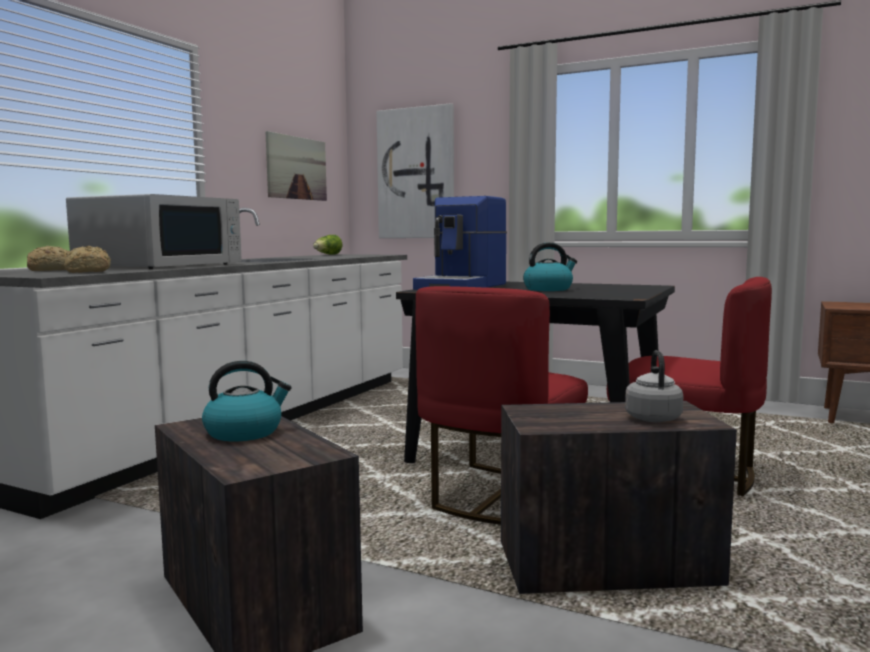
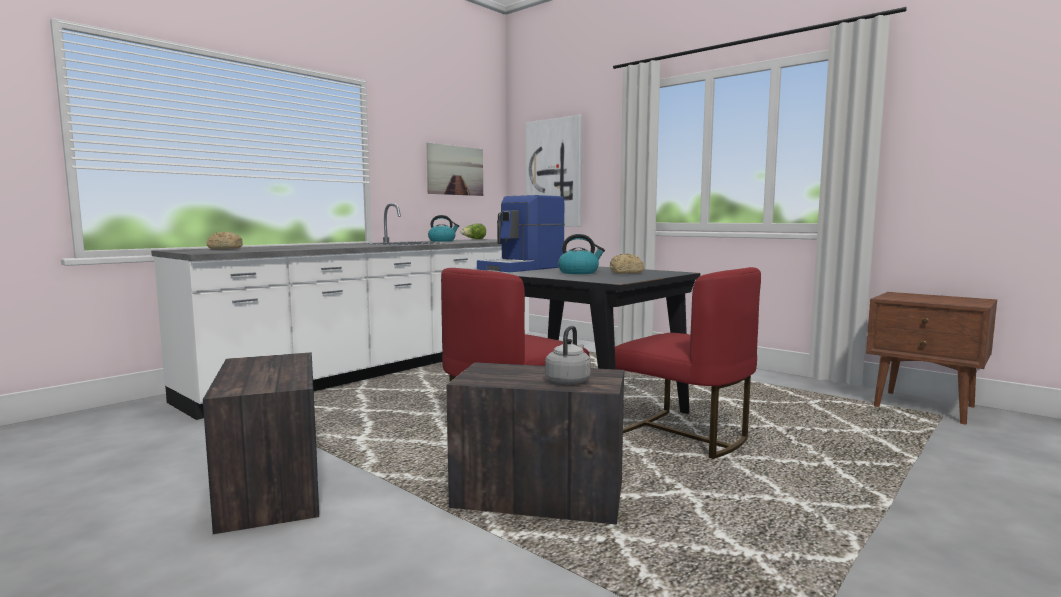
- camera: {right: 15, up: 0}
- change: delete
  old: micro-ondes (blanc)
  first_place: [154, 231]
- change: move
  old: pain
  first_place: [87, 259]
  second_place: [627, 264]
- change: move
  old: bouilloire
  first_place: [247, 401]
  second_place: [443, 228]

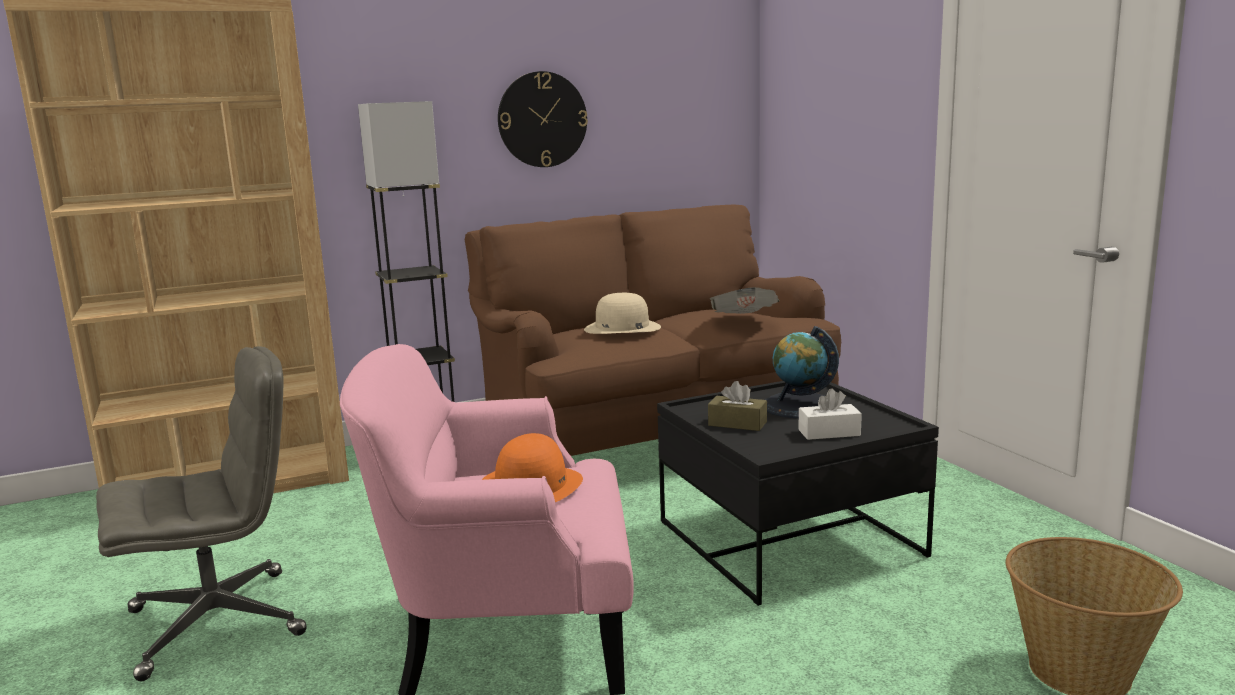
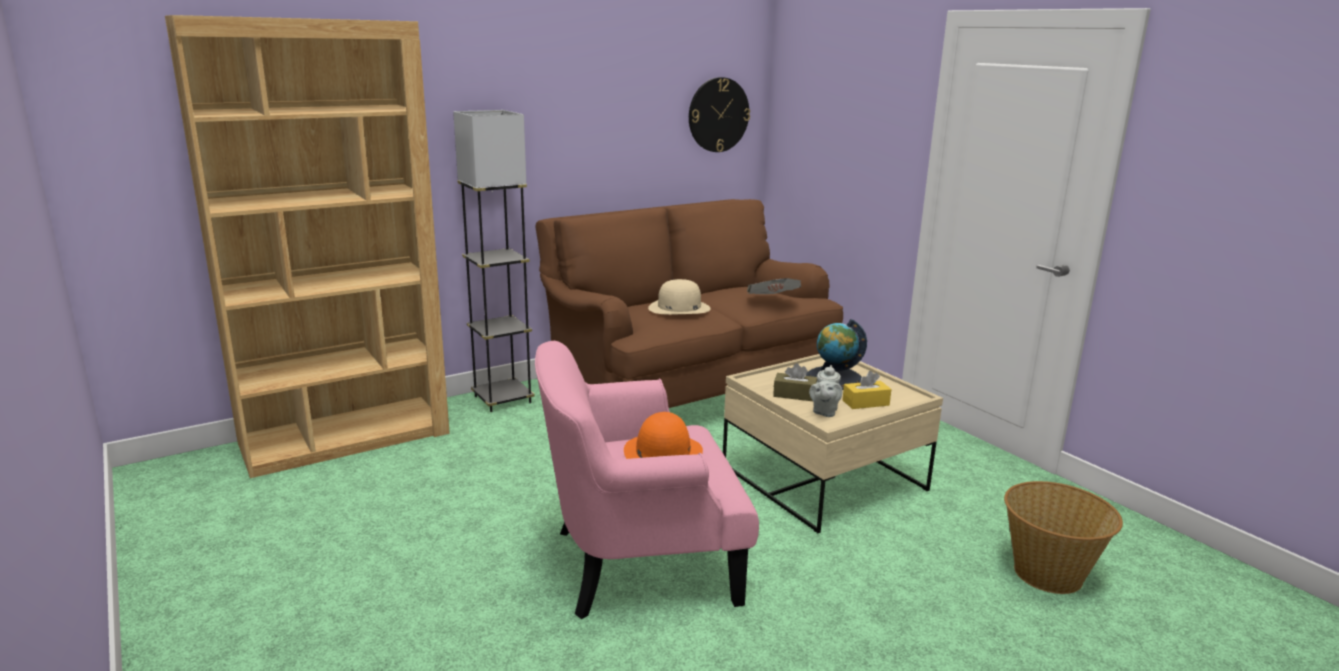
- camera: {right: -10, up: 5}
- change: move
  old: horloge murale
  first_place: [543, 119]
  second_place: [719, 114]
- change: delete
  old: chaise de bureau (gris)
  first_place: [201, 513]
- change: recolor
  old: table basse (noir)
  new: table basse (beige)
  first_place: [798, 493]
  second_place: [833, 443]
- change: recolor
  old: boîte à mouchoirs (blanc)
  new: boîte à mouchoirs (jaune)
  first_place: [830, 414]
  second_place: [866, 390]
- change: insert
  new: théière (gris)
  second_place: [826, 391]

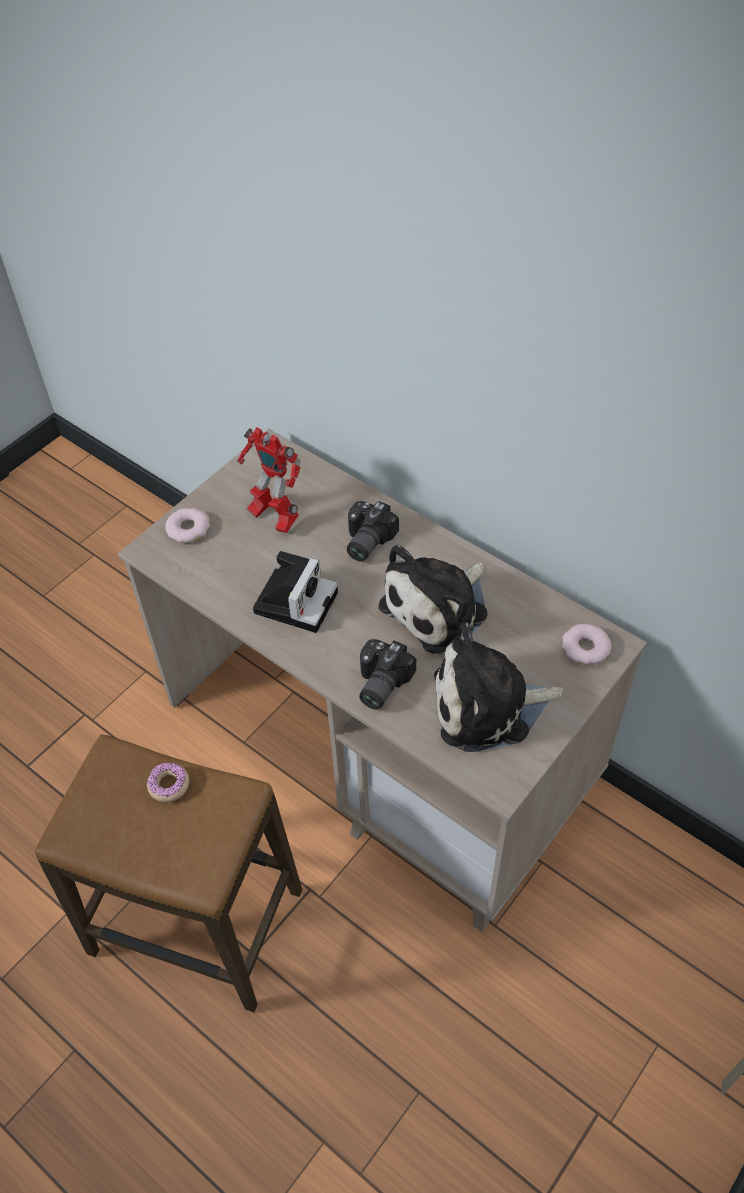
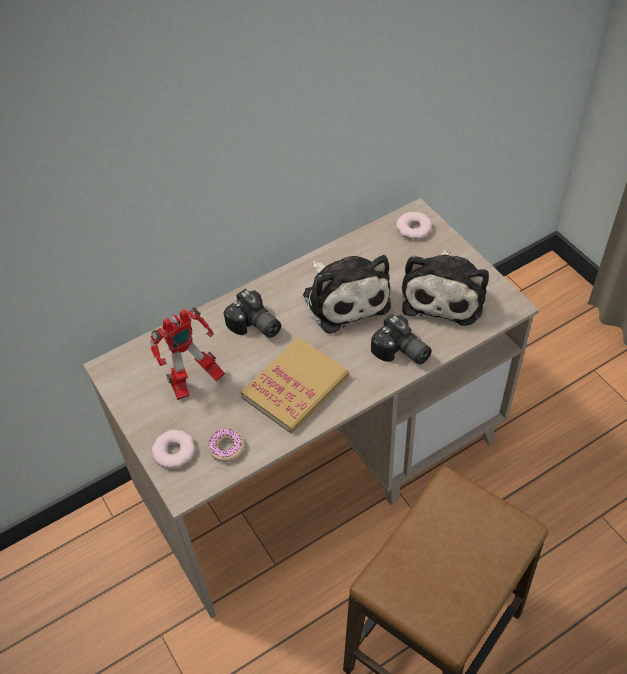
- camera: {right: -70, up: 0}
- change: replace
  old: appareil photo
  new: livre
  first_place: [295, 592]
  second_place: [295, 385]
- change: move
  old: beignet
  first_place: [168, 782]
  second_place: [226, 445]

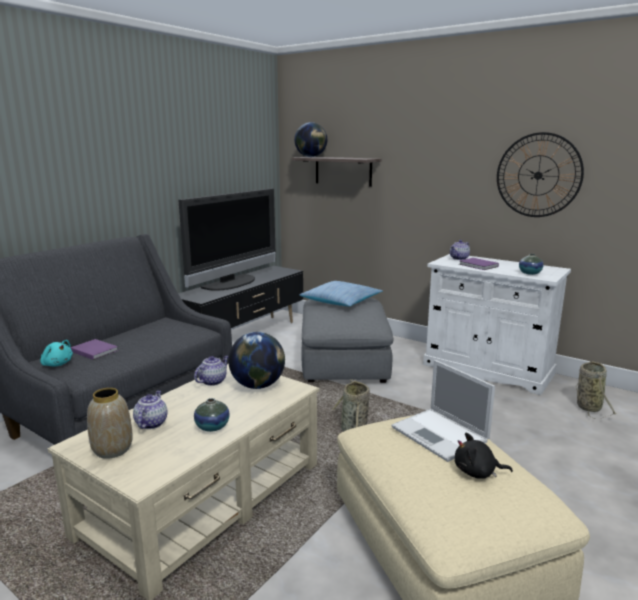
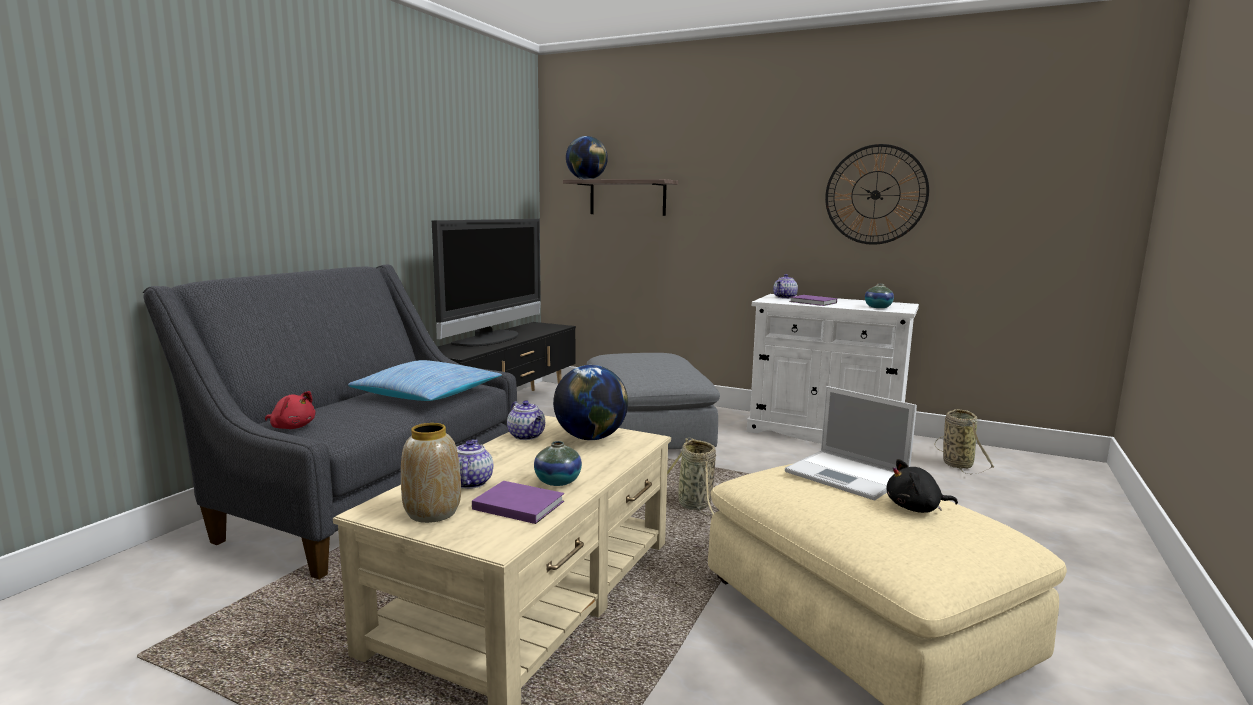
- camera: {right: -10, up: -5}
- change: move
  old: coussin
  first_place: [341, 293]
  second_place: [425, 380]
- change: move
  old: livre (violet)
  first_place: [94, 349]
  second_place: [518, 502]
- change: recolor
  old: peluche (turquoise)
  new: peluche (rouge)
  first_place: [56, 353]
  second_place: [290, 410]
- change: rotate
  old: théière
  first_place: [211, 370]
  second_place: [526, 420]
  degrees: 120

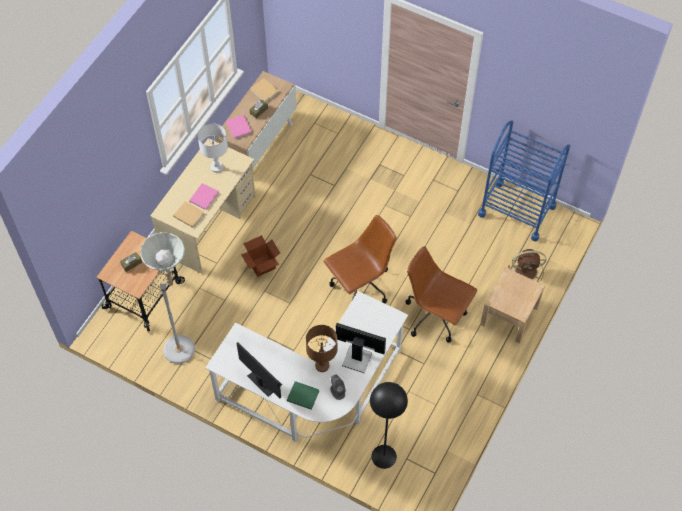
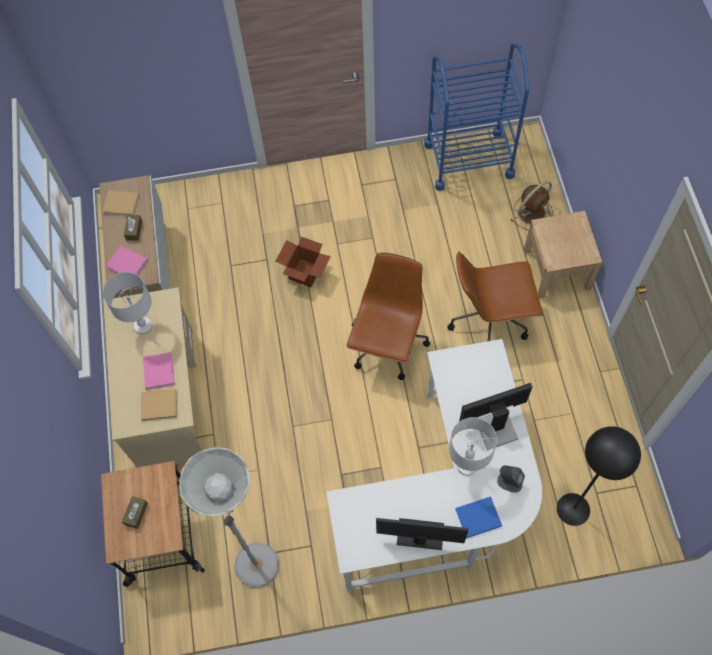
- camera: {right: -35, up: 5}
- change: move
  old: carton
  first_place: [260, 256]
  second_place: [303, 262]
- change: recolor
  old: lampe de table (marron)
  new: lampe de table (blanc)
  first_place: [322, 348]
  second_place: [473, 446]
- change: recolor
  old: livre (vert)
  new: livre (bleu)
  first_place: [303, 395]
  second_place: [478, 517]

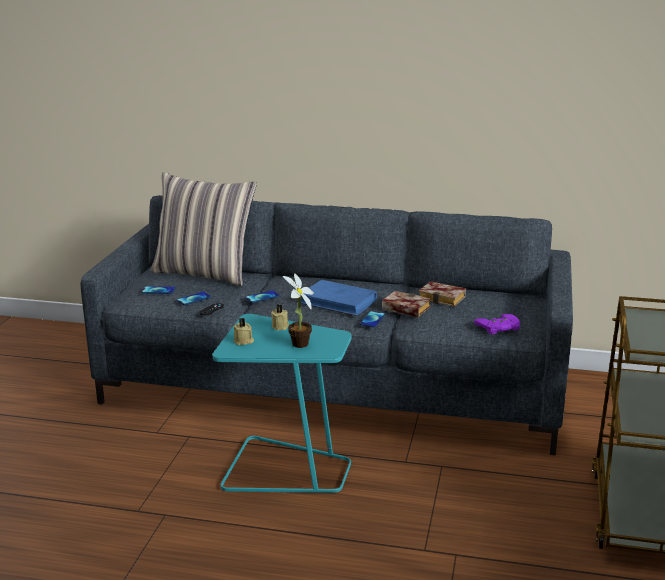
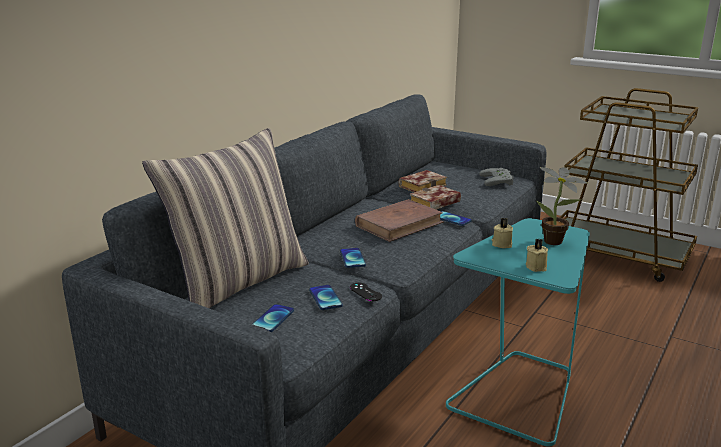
- camera: {right: -70, up: 0}
- change: recolor
  old: livre (bleu)
  new: livre (marron)
  first_place: [339, 298]
  second_place: [399, 220]
- change: recolor
  old: manette (violet)
  new: manette (gris)
  first_place: [497, 324]
  second_place: [496, 177]

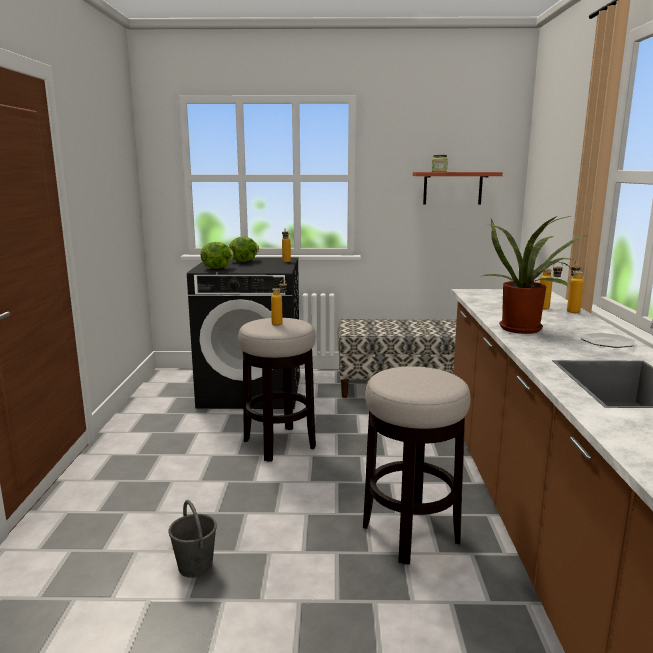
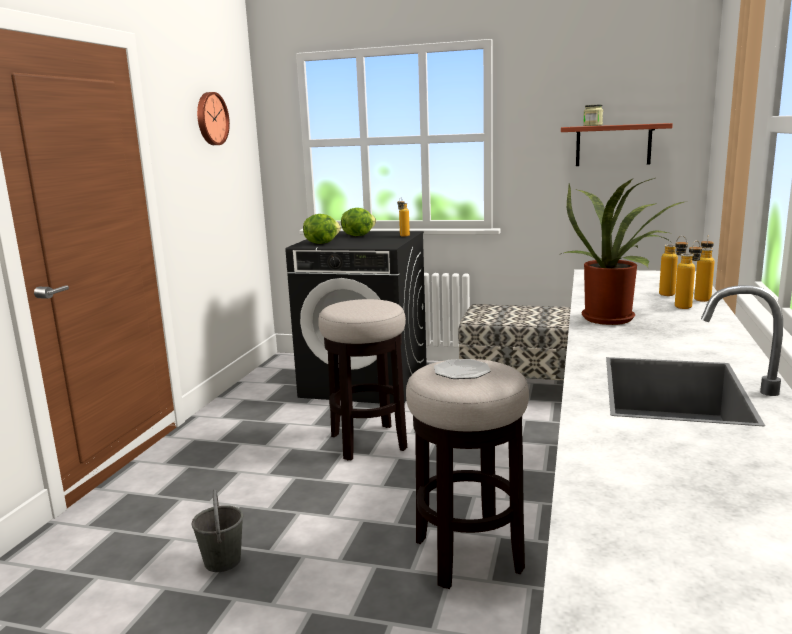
- camera: {right: 15, up: 0}
- change: move
  old: bouteille
  first_place: [279, 302]
  second_place: [688, 274]
- change: move
  old: assiette
  first_place: [608, 340]
  second_place: [462, 369]
- change: insert
  new: horloge murale
  second_place: [213, 118]

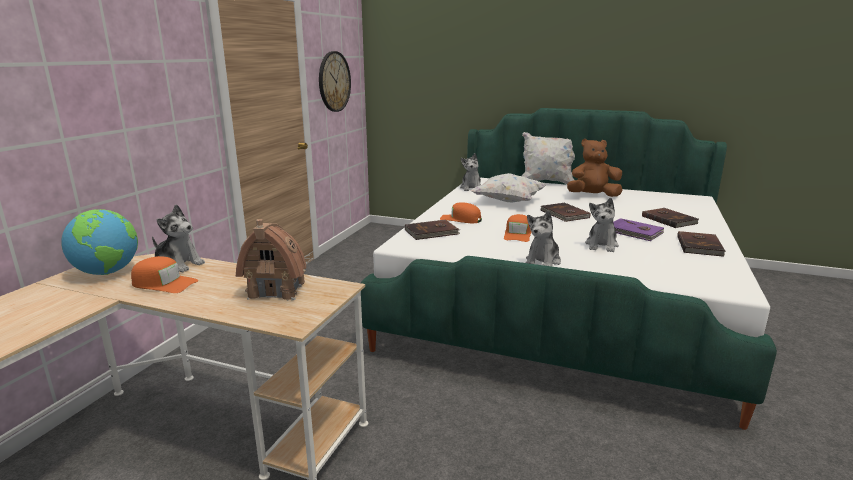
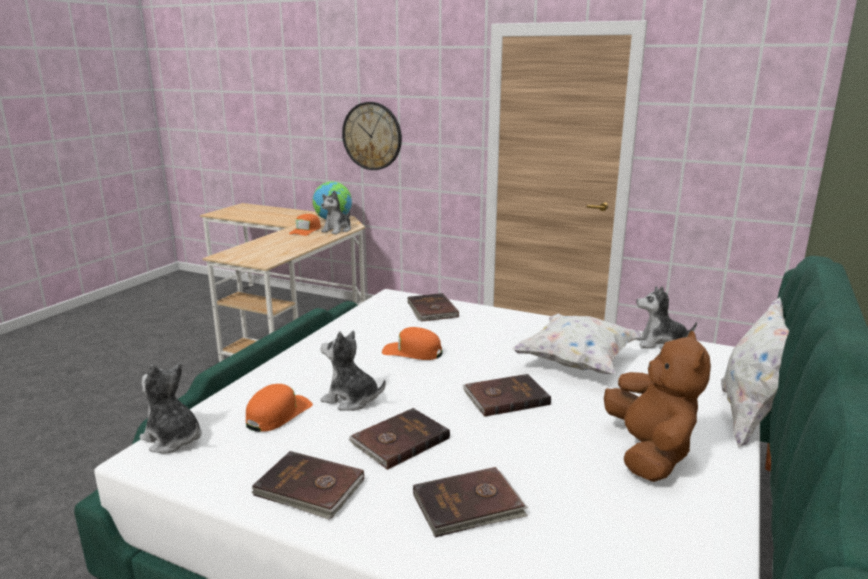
- camera: {right: 95, up: 0}
- change: move
  old: horloge murale
  first_place: [335, 81]
  second_place: [372, 136]
- change: move
  old: casquette (orange)
  first_place: [461, 212]
  second_place: [279, 408]
- change: move
  old: peluche
  first_place: [543, 238]
  second_place: [171, 408]
- change: recolor
  old: livre (violet)
  new: livre (marron)
  first_place: [638, 229]
  second_place: [399, 439]
- change: delete
  old: maison miniature
  first_place: [271, 260]

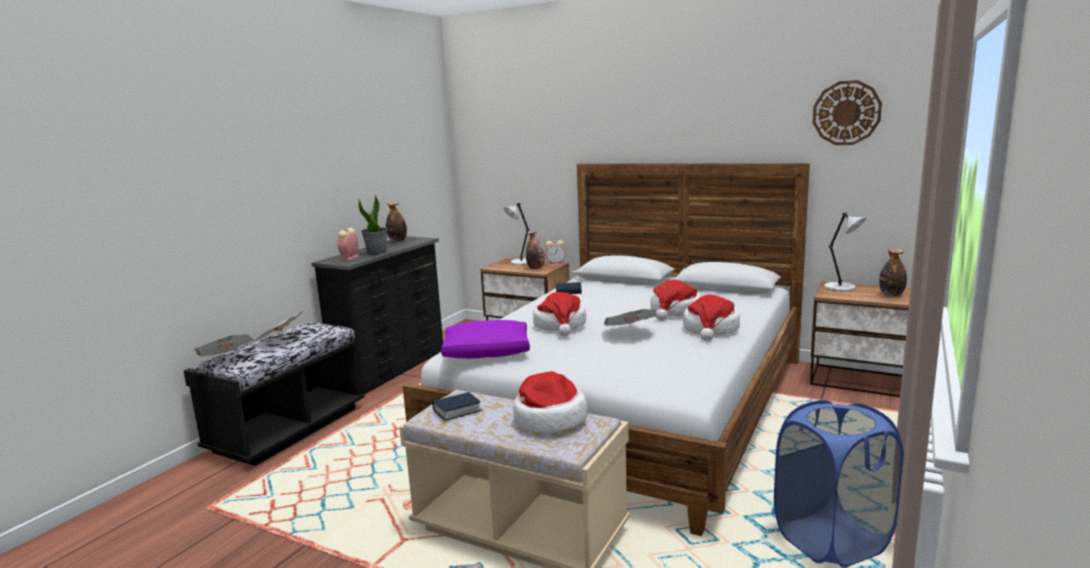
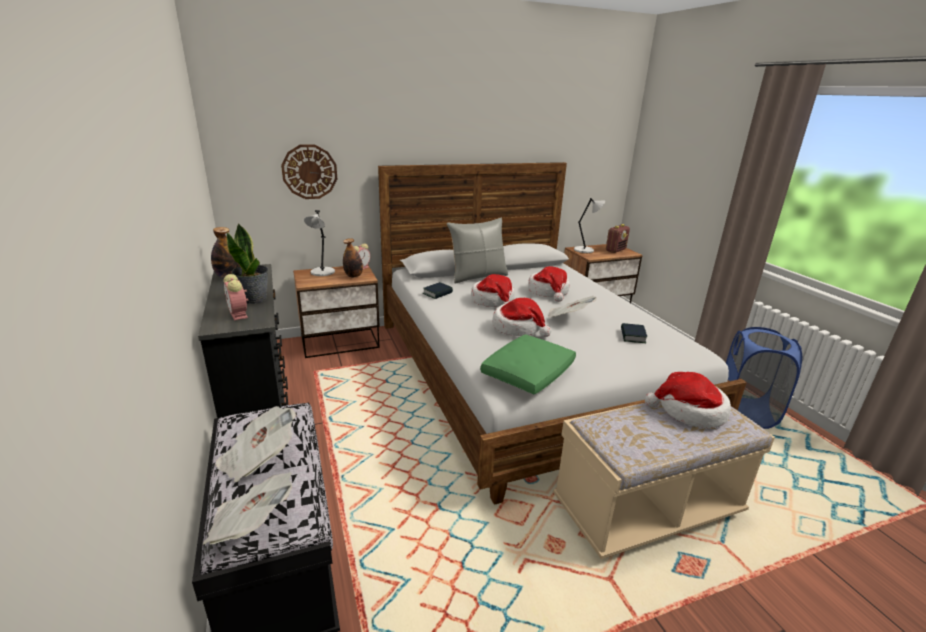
- camera: {right: -50, up: 10}
- change: move
  old: horloge murale
  first_place: [847, 112]
  second_place: [309, 172]
- change: replace
  old: bouteille
  new: radio
  first_place: [893, 272]
  second_place: [618, 238]
- change: move
  old: chapeau
  first_place: [711, 318]
  second_place: [493, 290]
- change: recolor
  old: coussin (violet)
  new: coussin (vert)
  first_place: [485, 339]
  second_place: [528, 364]
- change: move
  old: livre
  first_place: [457, 406]
  second_place: [634, 333]
- change: insert
  new: coussin (gris)
  second_place: [477, 250]

